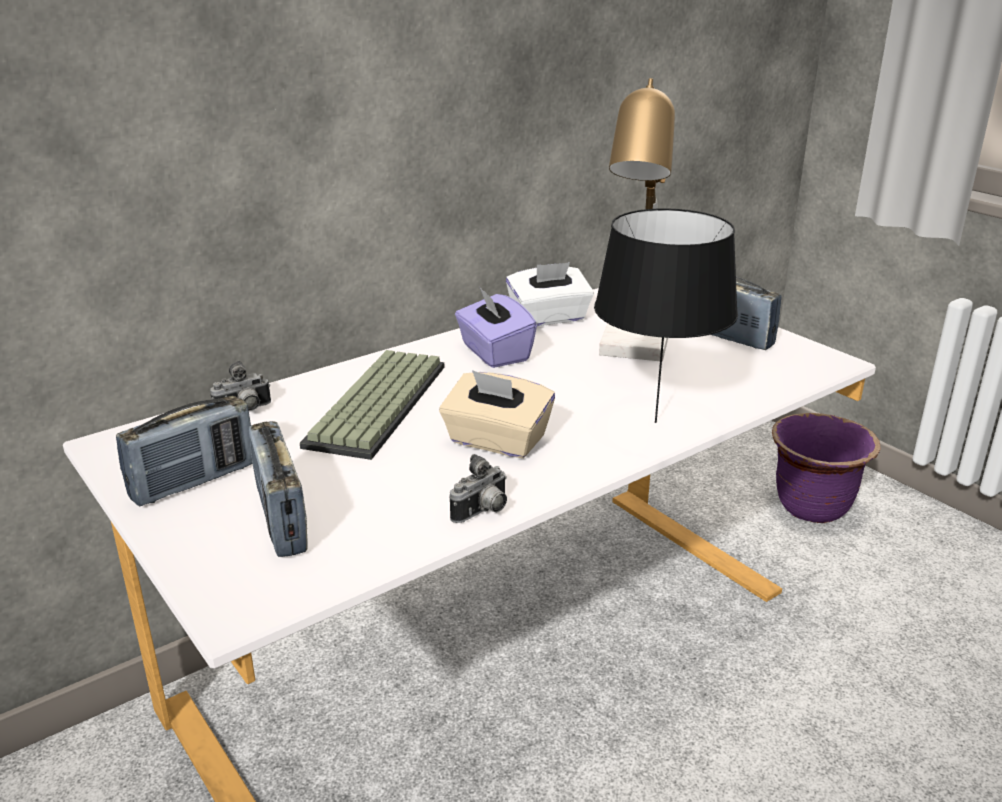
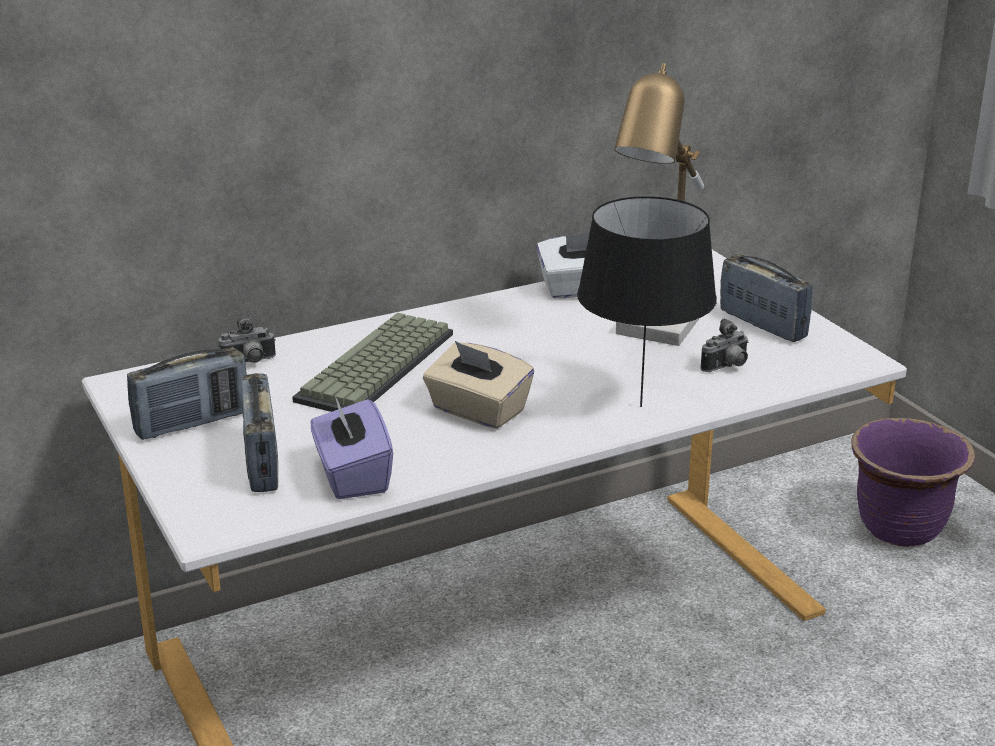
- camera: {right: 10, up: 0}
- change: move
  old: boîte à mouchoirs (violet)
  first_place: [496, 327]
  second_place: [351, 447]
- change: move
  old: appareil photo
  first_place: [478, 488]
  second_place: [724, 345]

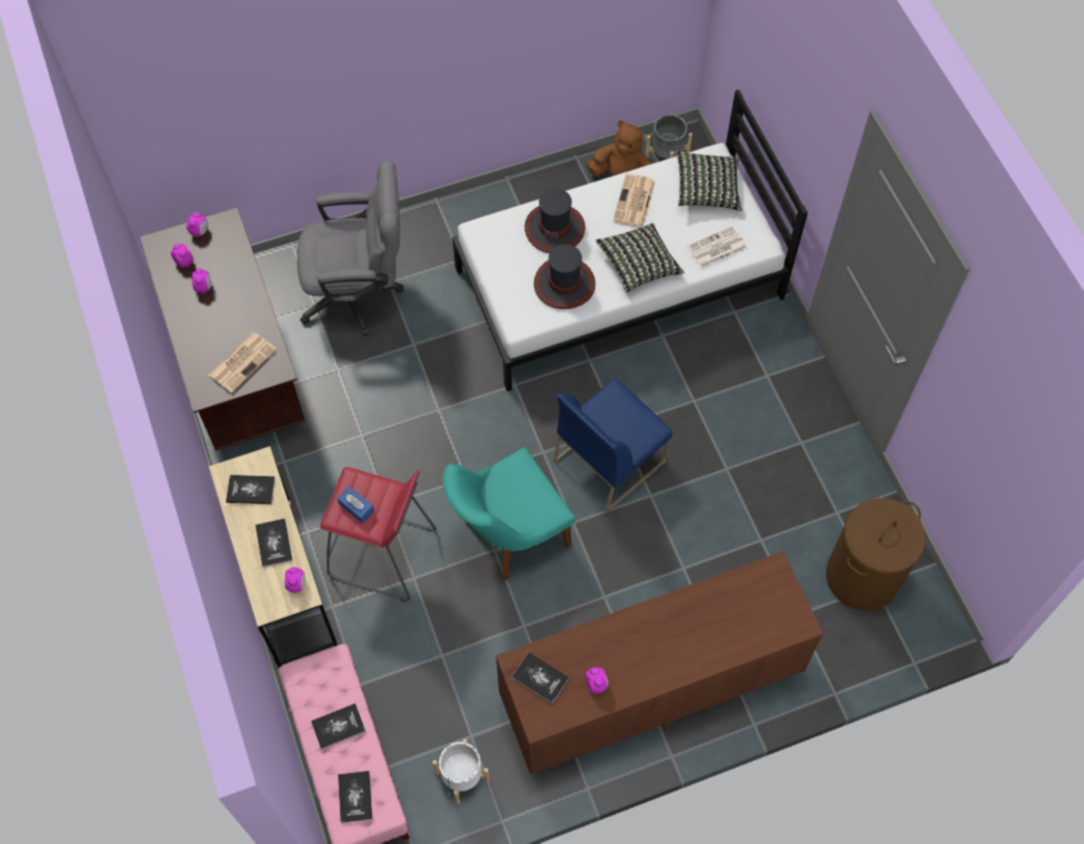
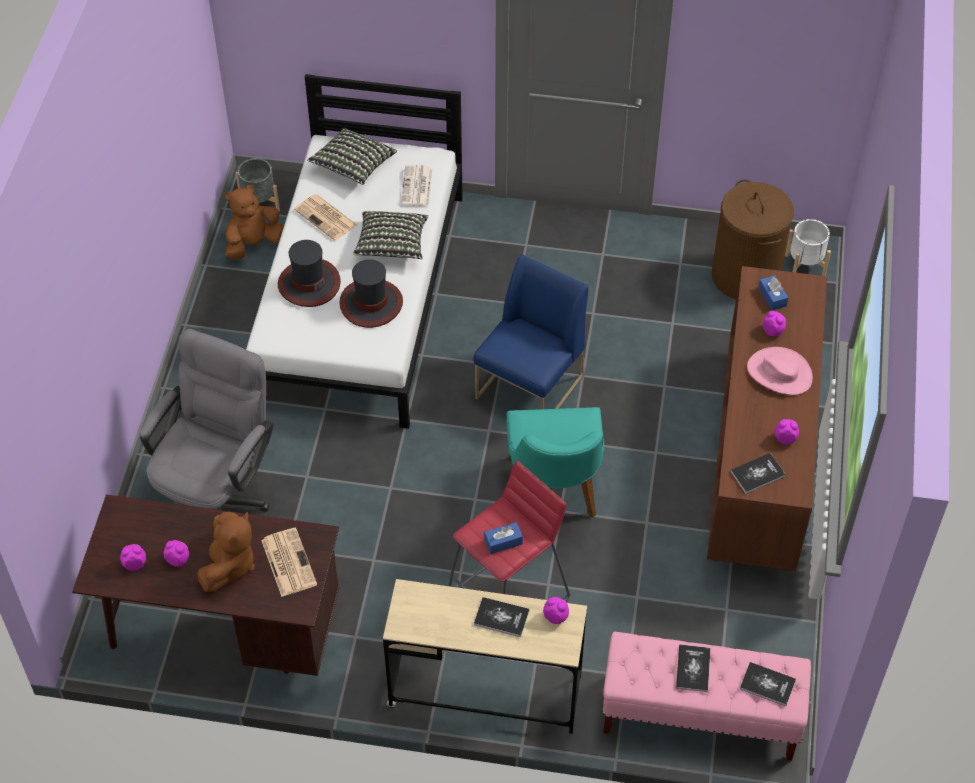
- camera: {right: -60, up: -10}
- change: move
  old: réveil
  first_place: [197, 225]
  second_place: [774, 323]
- change: rotate
  old: chaise (bleu)
  first_place: [612, 446]
  second_place: [531, 331]
  degrees: -135
- change: delete
  old: livre
  first_place: [250, 489]
- change: move
  old: cache-pot (blanc)
  first_place: [461, 771]
  second_place: [808, 247]
- change: insert
  new: boîte à mouchoirs (bleu)
  second_place: [773, 293]
- change: insert
  new: chapeau (rose)
  second_place: [780, 371]
- change: insert
  new: peluche (marron)
  second_place: [226, 552]

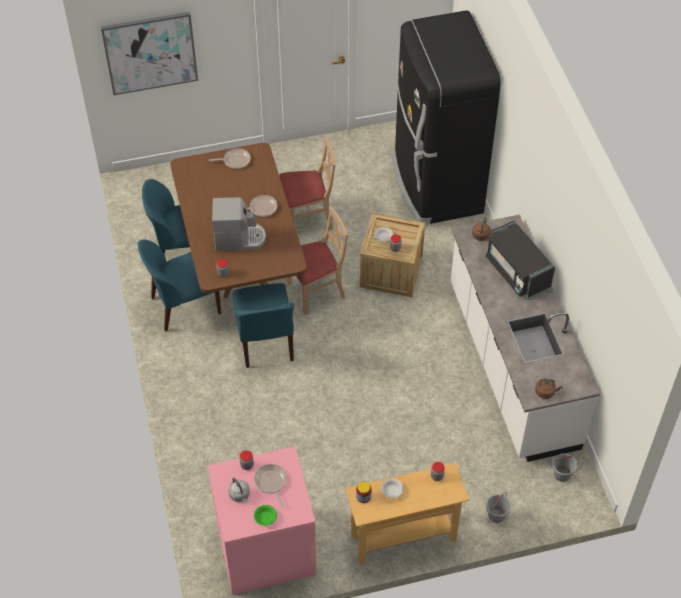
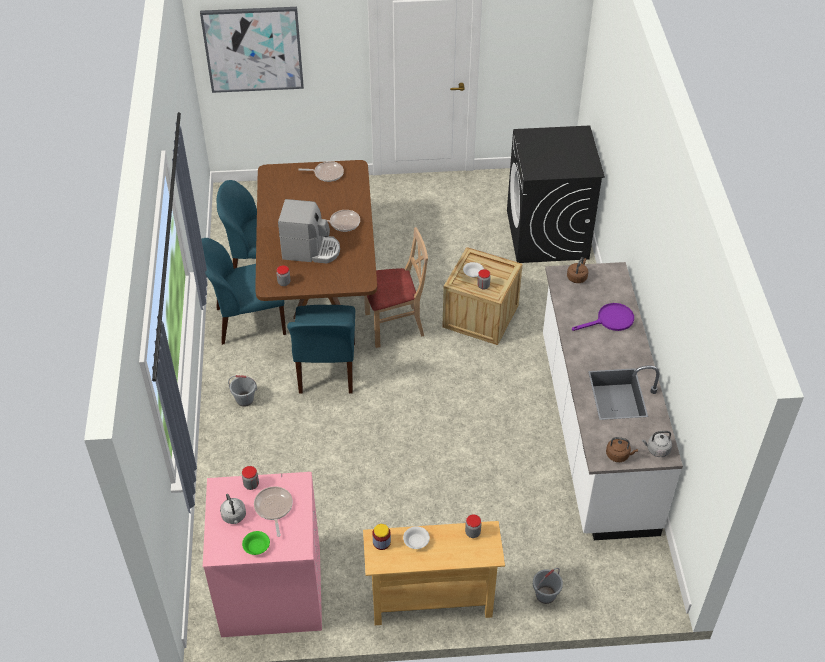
- camera: {right: 10, up: -5}
- change: replace
  old: réfrigérateur (noir)
  new: lave-linge (noir)
  first_place: [446, 117]
  second_place: [556, 194]
- change: delete
  old: chaise (beige)
  first_place: [307, 183]
- change: replace
  old: micro-ondes (noir)
  new: poêle (violet)
  first_place: [520, 260]
  second_place: [603, 317]
- change: move
  old: seau (gris)
  first_place: [565, 468]
  second_place: [242, 391]
- change: insert
  new: bouilloire (gris)
  second_place: [657, 444]

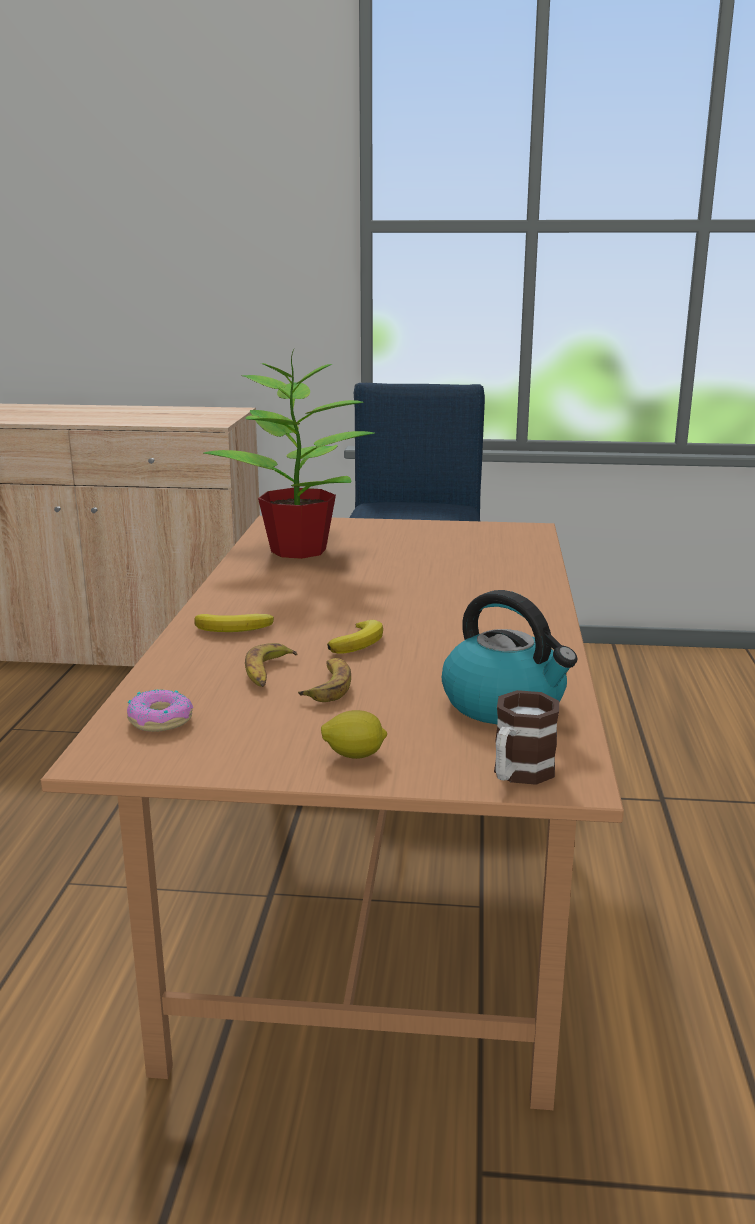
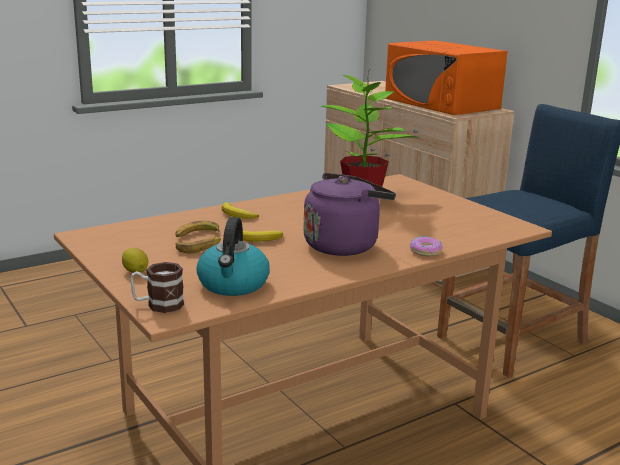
- camera: {right: 50, up: 0}
- change: move
  old: beignet
  first_place: [160, 710]
  second_place: [426, 246]
- change: insert
  new: micro-ondes (orange)
  second_place: [446, 77]
- change: insert
  new: bouilloire (violet)
  second_place: [349, 214]

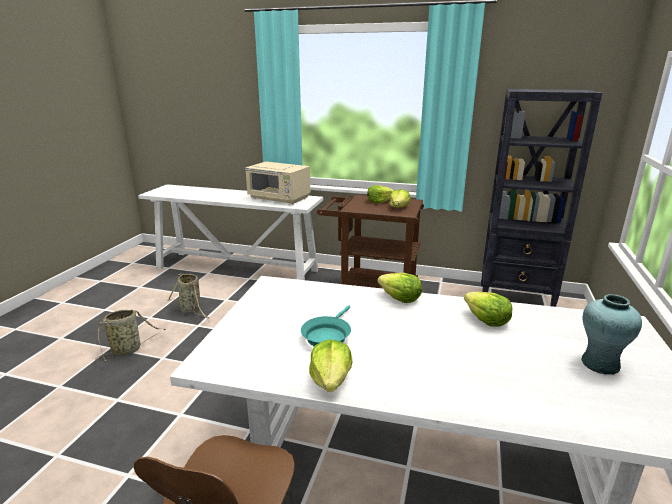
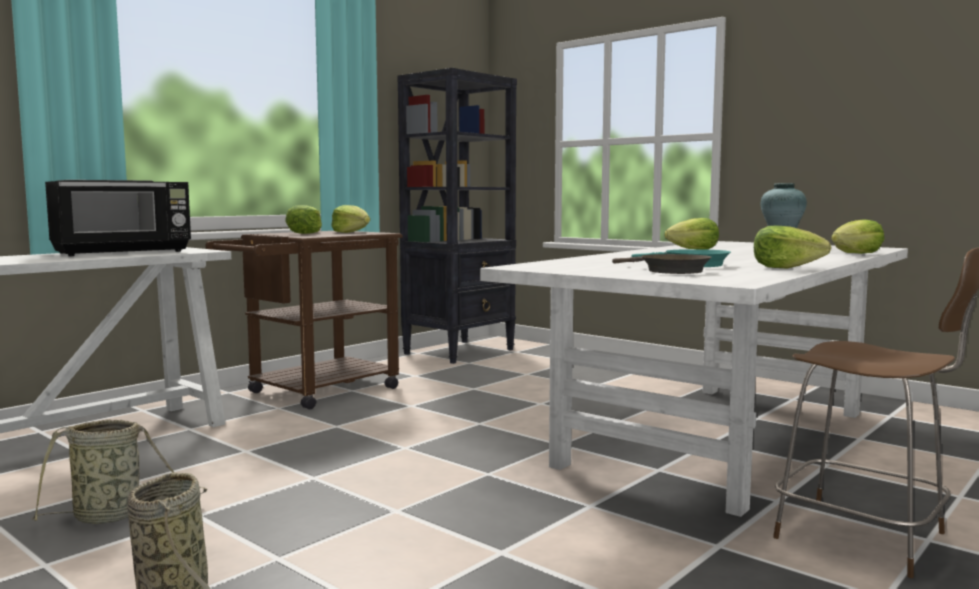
- camera: {right: -65, up: -15}
- change: recolor
  old: micro-ondes (beige)
  new: micro-ondes (noir)
  first_place: [277, 183]
  second_place: [118, 218]
- change: move
  old: laitue
  first_place: [399, 288]
  second_place: [857, 236]
- change: insert
  new: poêle (marron)
  second_place: [662, 264]

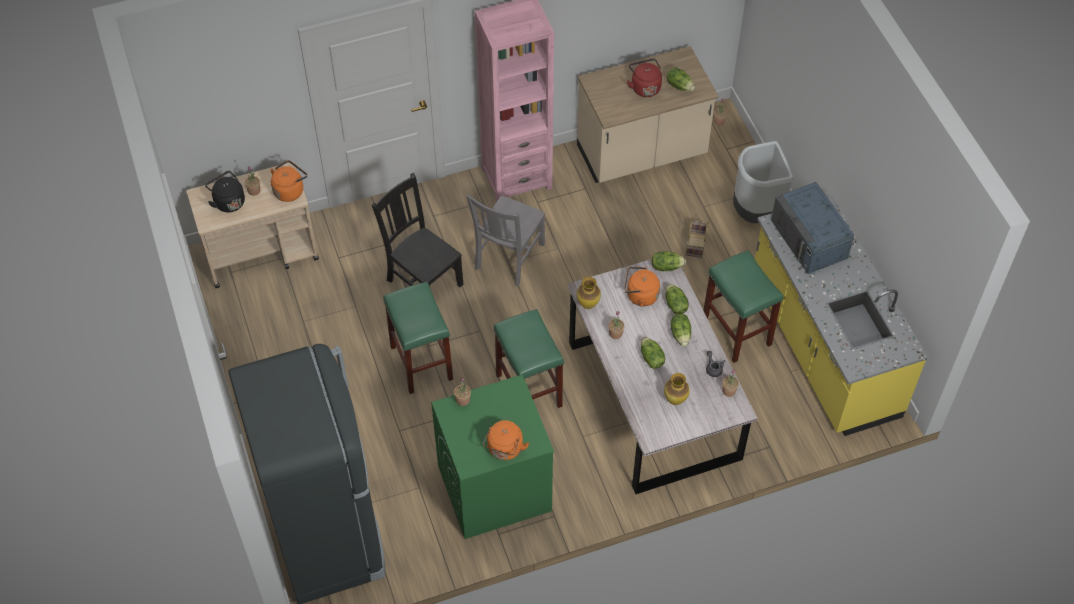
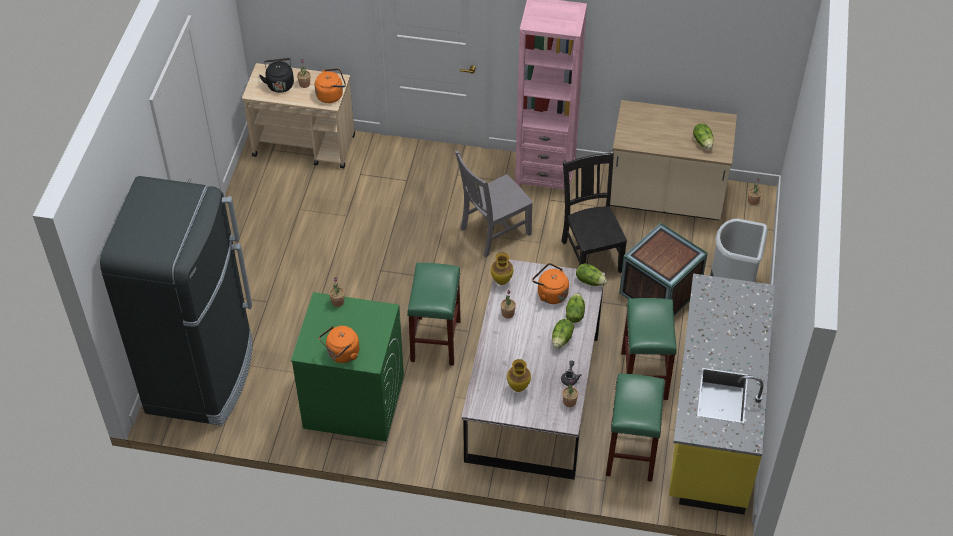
- camera: {right: 30, up: -5}
- change: delete
  old: bouilloire (rouge)
  first_place: [644, 77]
- change: move
  old: chaise (noir)
  first_place: [418, 230]
  second_place: [594, 211]
- change: delete
  old: micro-ondes (bleu)
  first_place: [812, 228]
- change: replace
  old: panier
  new: caisse
  first_place: [697, 238]
  second_place: [663, 269]
- change: move
  old: tabouret (vert)
  first_place: [418, 338]
  second_place: [635, 427]
- change: delete
  old: laitue
  first_place: [653, 353]

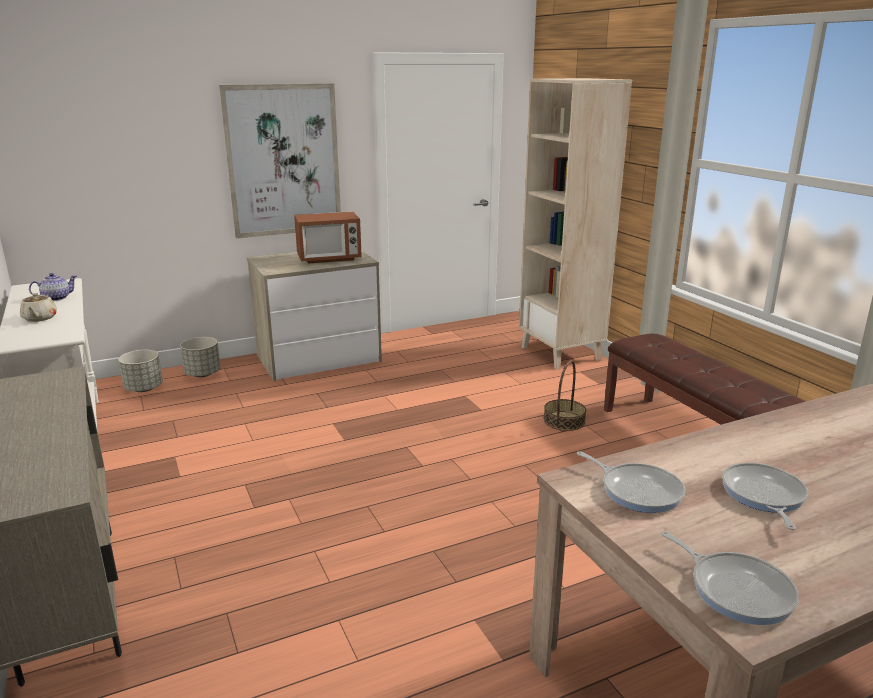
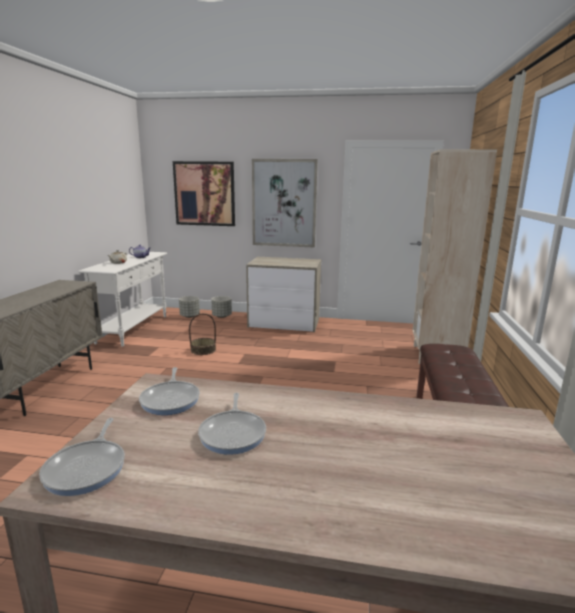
- camera: {right: 35, up: -5}
- change: delete
  old: micro-ondes
  first_place: [328, 238]
- change: move
  old: panier
  first_place: [565, 395]
  second_place: [202, 334]
- change: rotate
  old: poêle
  first_place: [765, 496]
  second_place: [232, 424]
  degrees: 135
- change: insert
  new: tableau
  second_place: [204, 193]

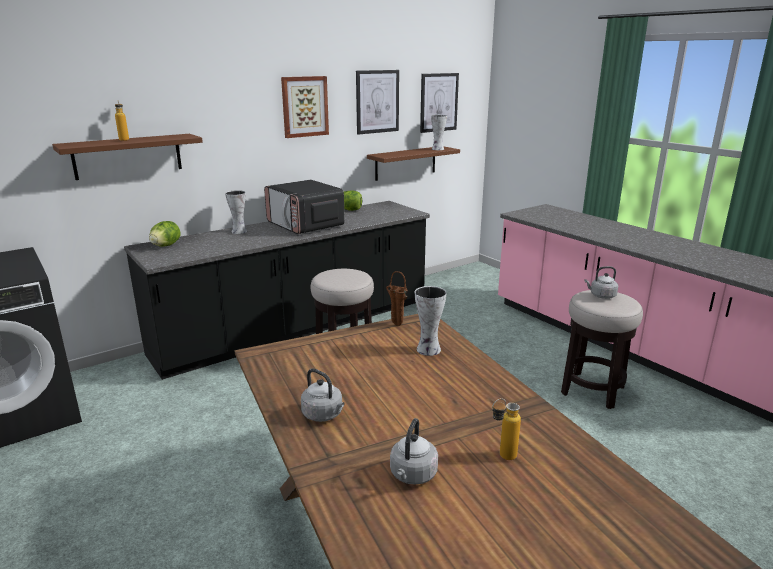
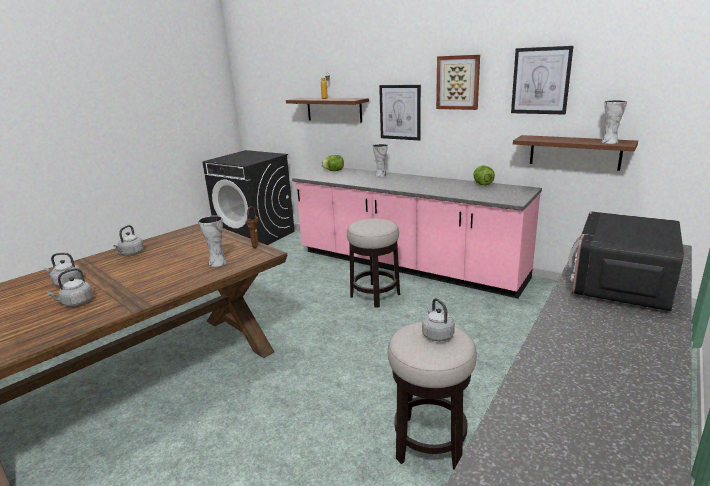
- camera: {right: 70, up: 0}
- change: move
  old: tableau
  first_place: [439, 103]
  second_place: [400, 113]
- change: move
  old: micro-ondes
  first_place: [304, 207]
  second_place: [626, 261]
- change: recolor
  old: comptoir de cuisine (noir)
  new: comptoir de cuisine (rose)
  first_place: [277, 290]
  second_place: [417, 232]
- change: replace
  old: bouteille
  new: bouilloire (gris)
  first_place: [506, 429]
  second_place: [70, 287]

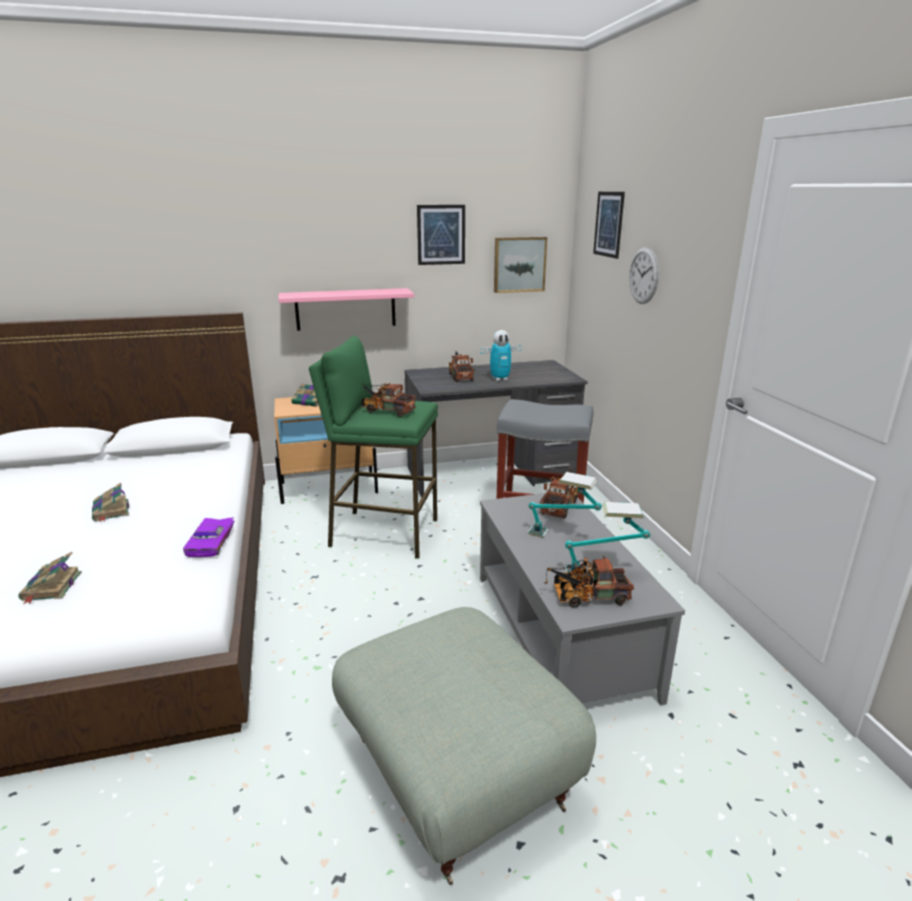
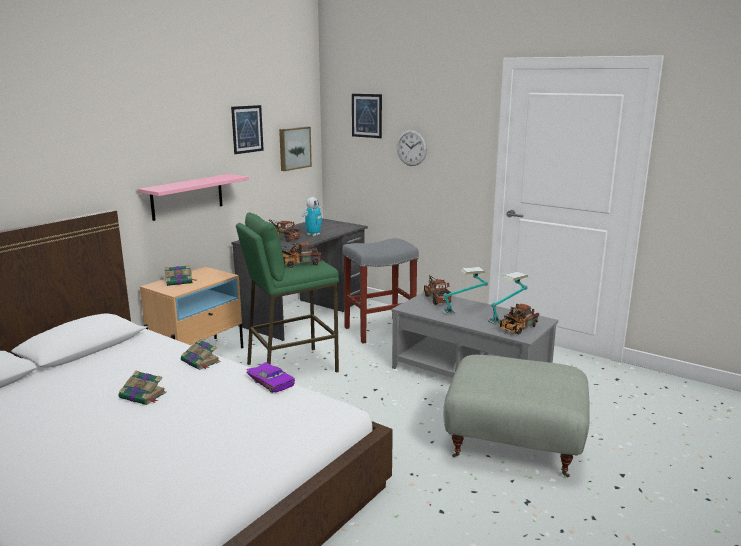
- camera: {right: -40, up: -5}
- change: move
  old: livre
  first_place: [50, 578]
  second_place: [200, 354]

